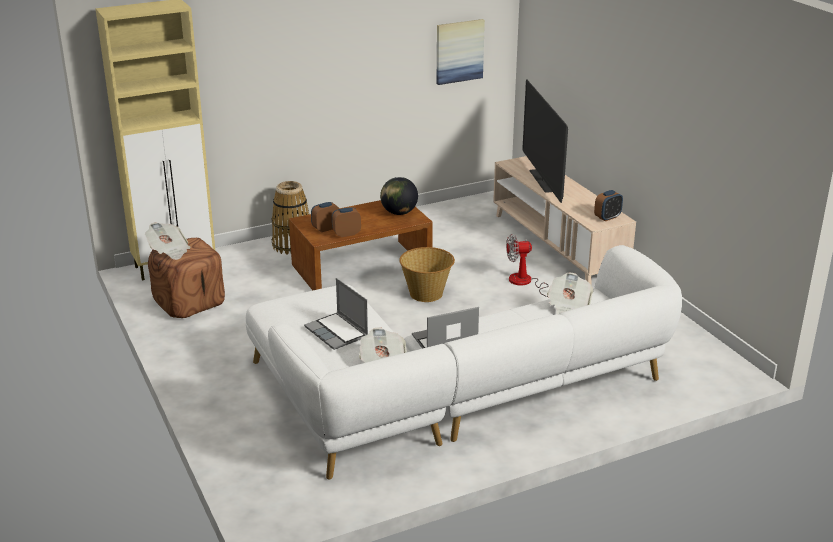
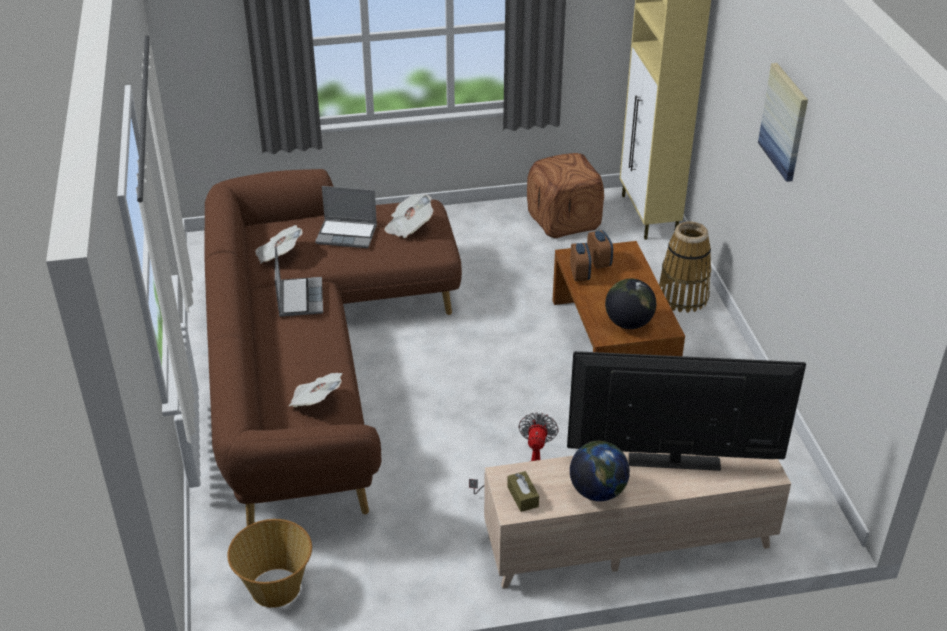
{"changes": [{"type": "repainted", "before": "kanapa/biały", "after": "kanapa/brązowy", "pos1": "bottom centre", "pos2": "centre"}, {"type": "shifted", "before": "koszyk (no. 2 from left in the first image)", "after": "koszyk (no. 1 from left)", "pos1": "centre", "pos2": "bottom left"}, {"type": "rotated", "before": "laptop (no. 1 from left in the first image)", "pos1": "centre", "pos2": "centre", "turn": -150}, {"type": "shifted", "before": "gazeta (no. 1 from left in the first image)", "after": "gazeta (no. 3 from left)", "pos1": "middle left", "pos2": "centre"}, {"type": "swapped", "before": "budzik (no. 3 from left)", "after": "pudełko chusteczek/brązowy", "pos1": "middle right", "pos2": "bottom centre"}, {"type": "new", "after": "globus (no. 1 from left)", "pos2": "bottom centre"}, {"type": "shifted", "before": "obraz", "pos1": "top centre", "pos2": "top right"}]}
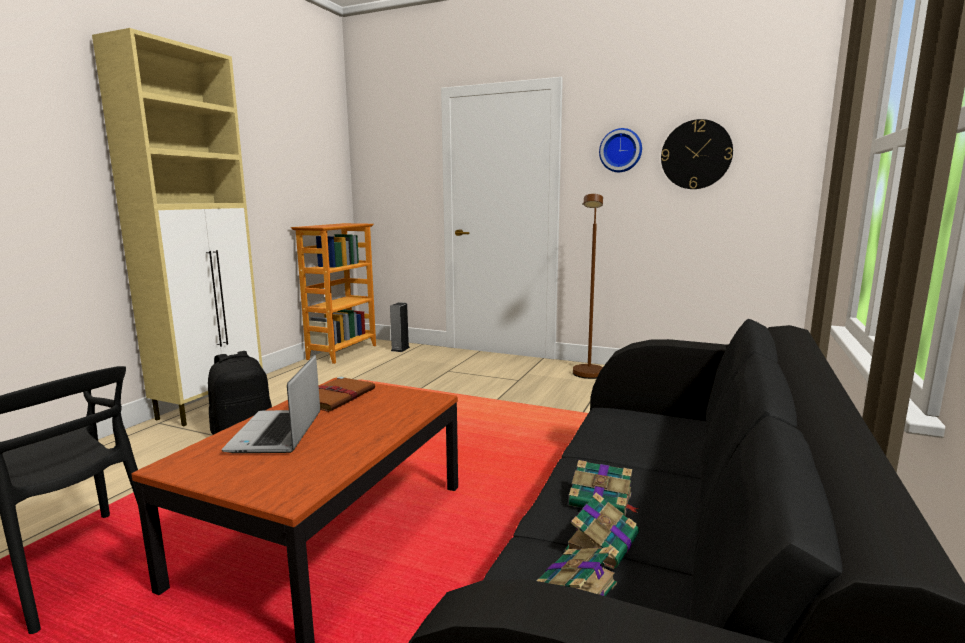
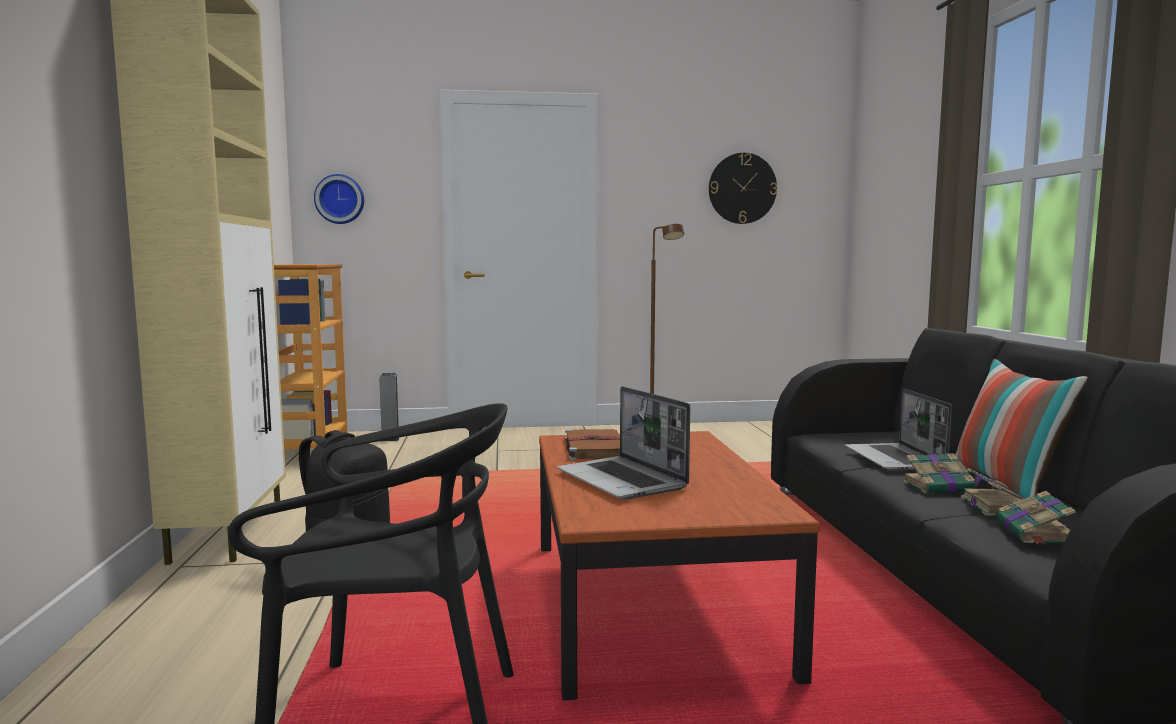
{"changes": [{"type": "shifted", "before": "zegar ścienny (no. 1 from left)", "pos1": "top centre", "pos2": "top left"}, {"type": "new", "after": "laptop (no. 2 from left)", "pos2": "middle right"}, {"type": "new", "after": "poduszka", "pos2": "middle right"}]}
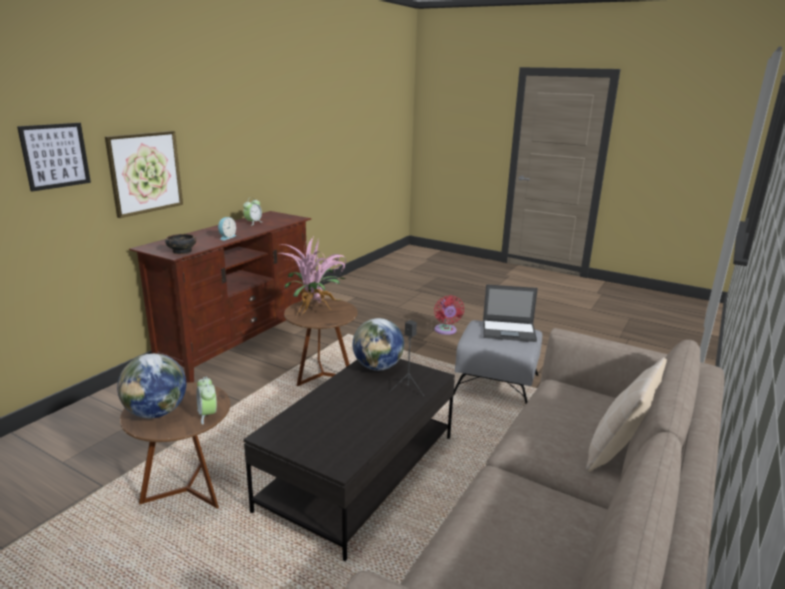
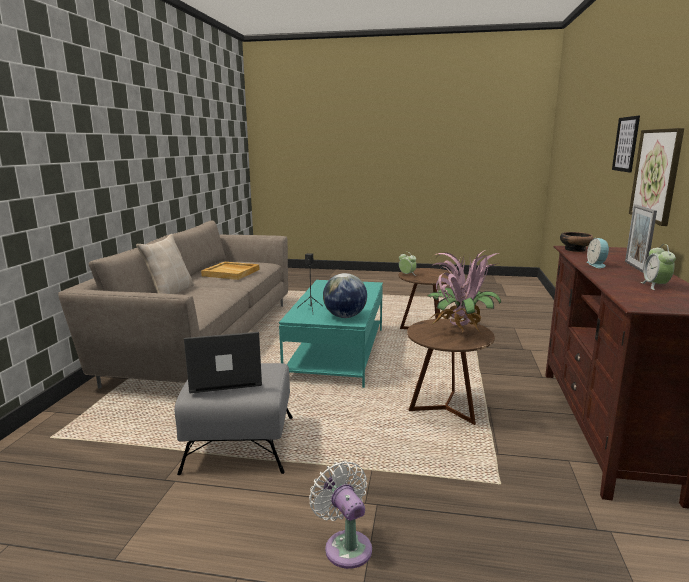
{"changes": [{"type": "new", "after": "taca/beżowy", "pos2": "centre"}, {"type": "repainted", "before": "ława/czarny", "after": "ława/turkusowy", "pos1": "bottom centre", "pos2": "centre"}, {"type": "repainted", "before": "wentylator/czerwony", "after": "wentylator/biały", "pos1": "centre", "pos2": "bottom centre"}, {"type": "new", "after": "ramka na zdjęcie", "pos2": "middle right"}, {"type": "gone", "before": "globus (no. 1 from left)", "pos1": "middle left"}]}
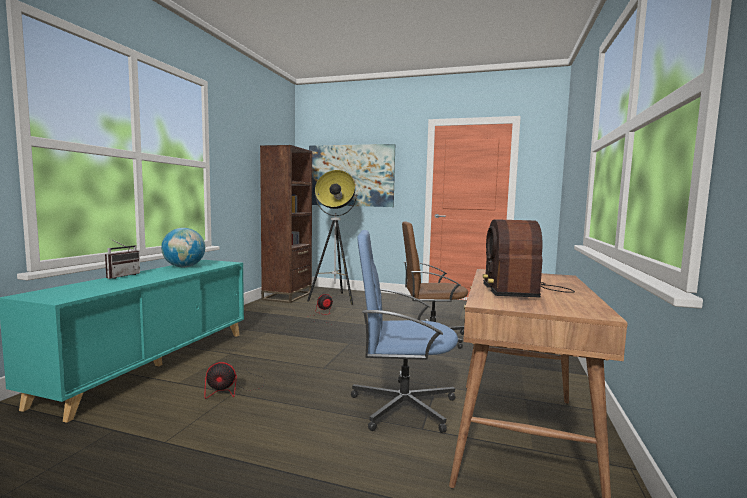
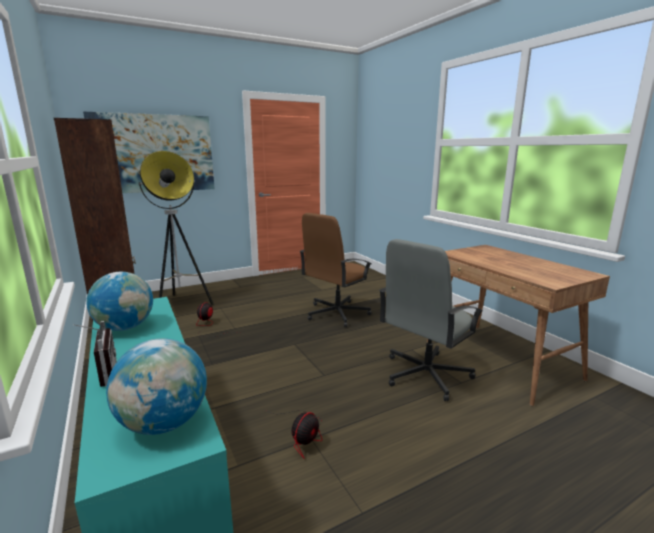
{"changes": [{"type": "new", "after": "globus (no. 2 from left)", "pos2": "bottom left"}, {"type": "repainted", "before": "krzesło biurowe/niebieski", "after": "krzesło biurowe/szary", "pos1": "centre", "pos2": "centre"}, {"type": "gone", "before": "radio (no. 2 from left)", "pos1": "middle right"}]}
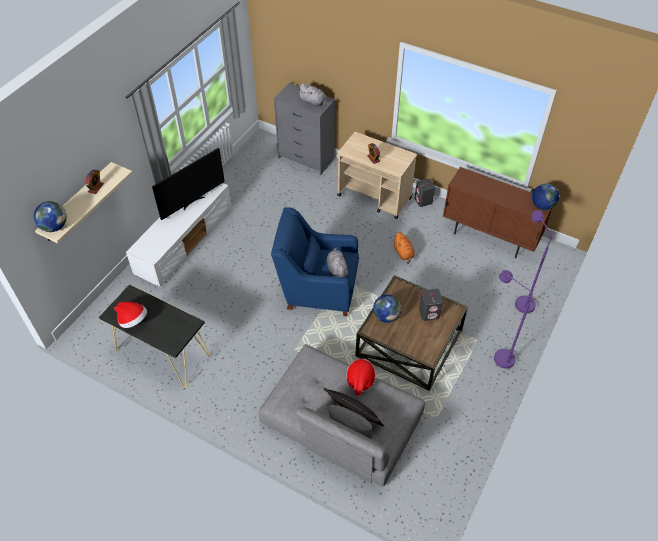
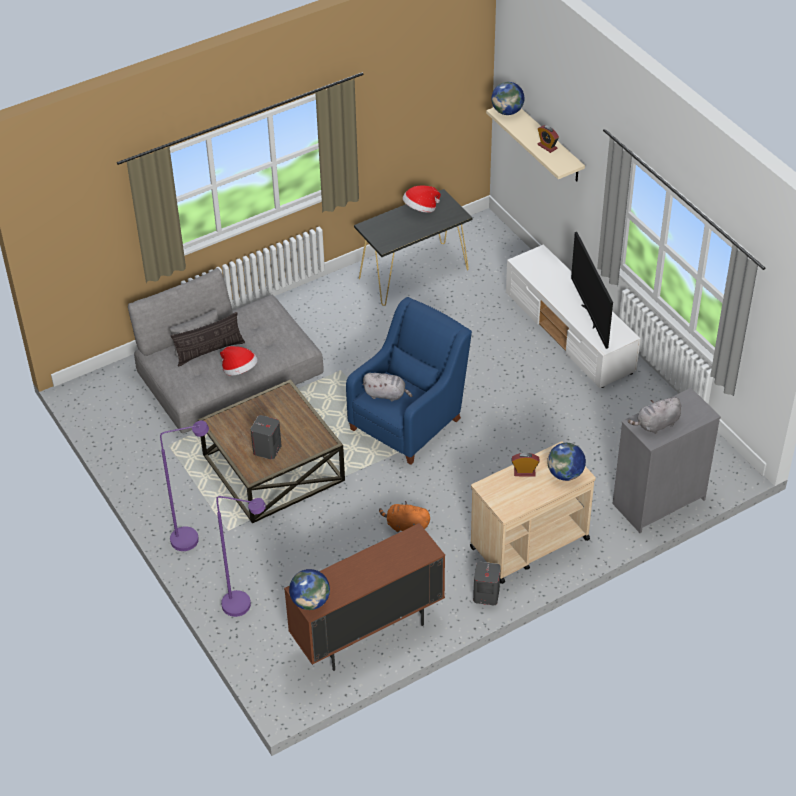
{"changes": [{"type": "shifted", "before": "globus (no. 2 from left in the first image)", "after": "globus (no. 3 from left)", "pos1": "centre", "pos2": "middle right"}]}
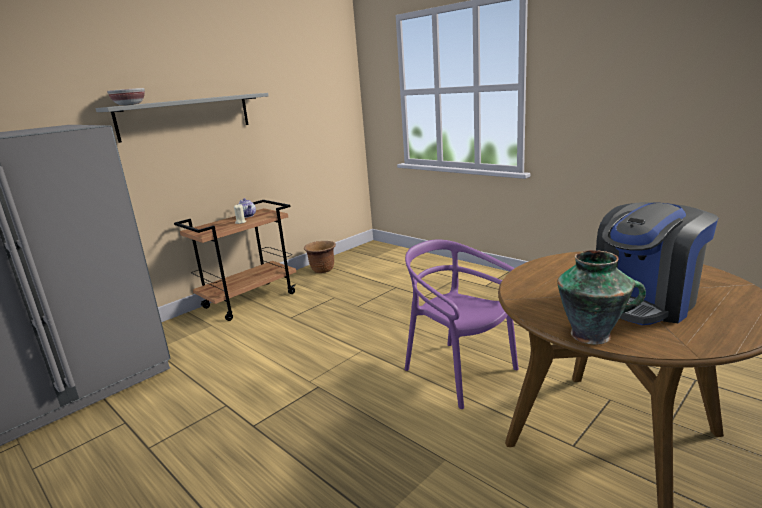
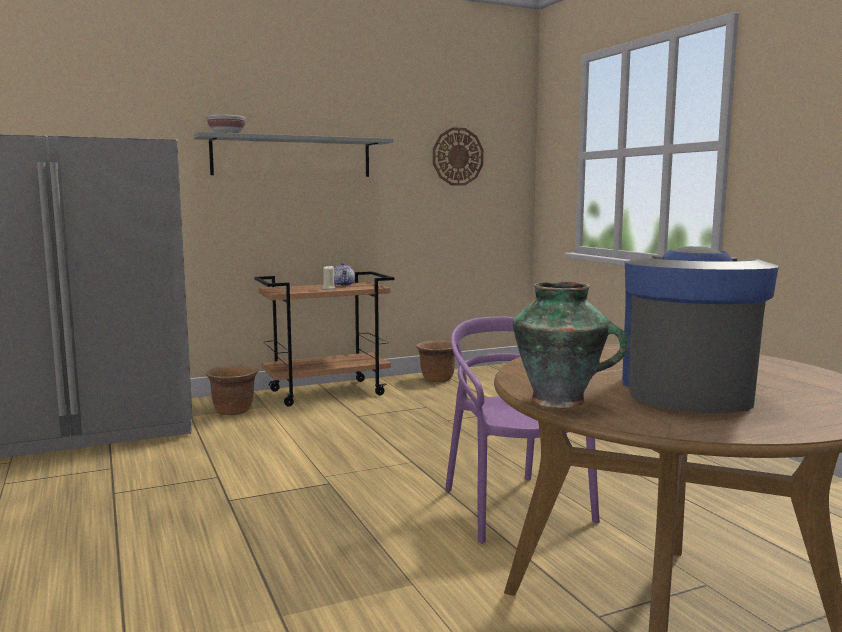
{"changes": [{"type": "new", "after": "donica/brązowy (no. 1 from left)", "pos2": "middle left"}, {"type": "new", "after": "zegar ścienny", "pos2": "top centre"}, {"type": "rotated", "before": "ekspres do kawy", "pos1": "middle right", "pos2": "middle right", "turn": 120}]}
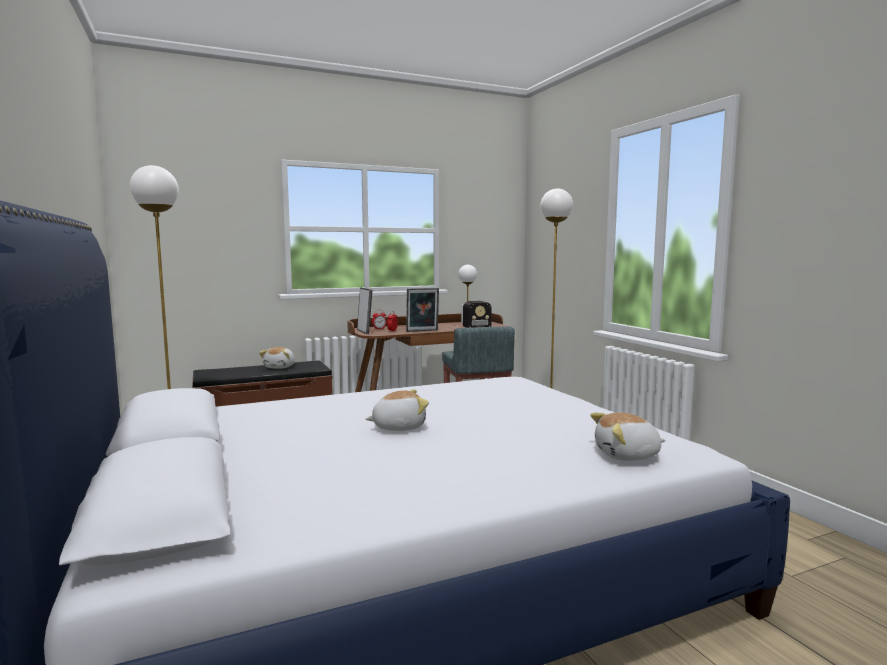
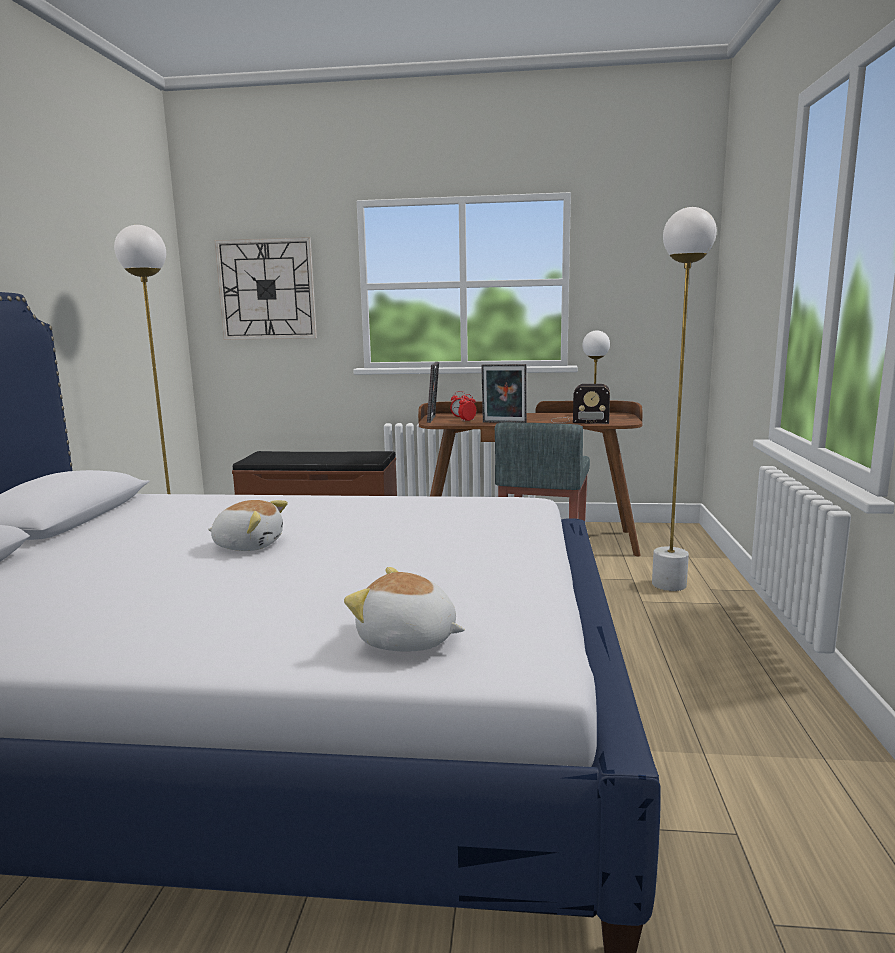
{"changes": [{"type": "new", "after": "zegar ścienny", "pos2": "top left"}, {"type": "gone", "before": "pluszak (no. 1 from left)", "pos1": "middle left"}]}
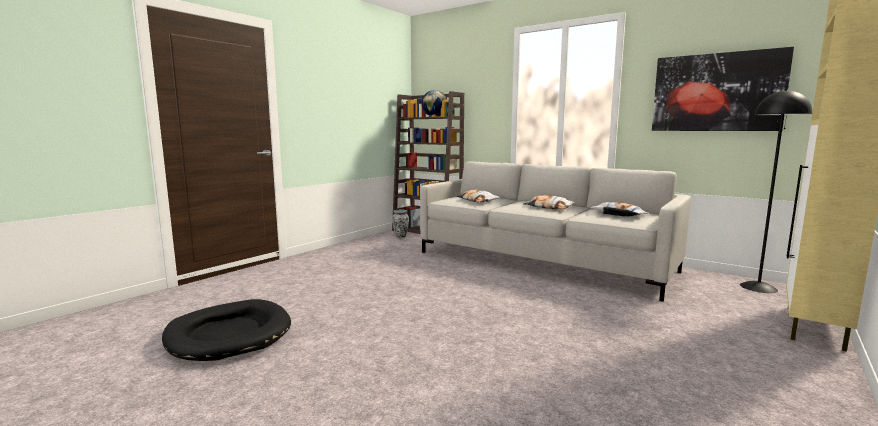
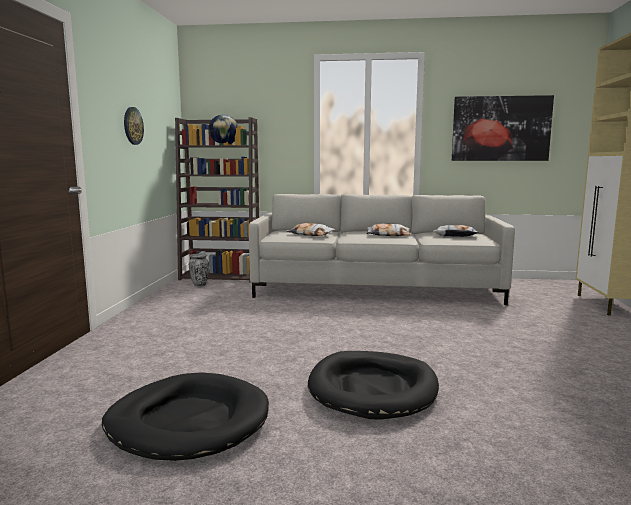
{"changes": [{"type": "new", "after": "zegar ścienny", "pos2": "top left"}, {"type": "new", "after": "legowisko/czarny (no. 2 from left)", "pos2": "bottom centre"}, {"type": "gone", "before": "lampa stojąca/czarny", "pos1": "middle right"}]}
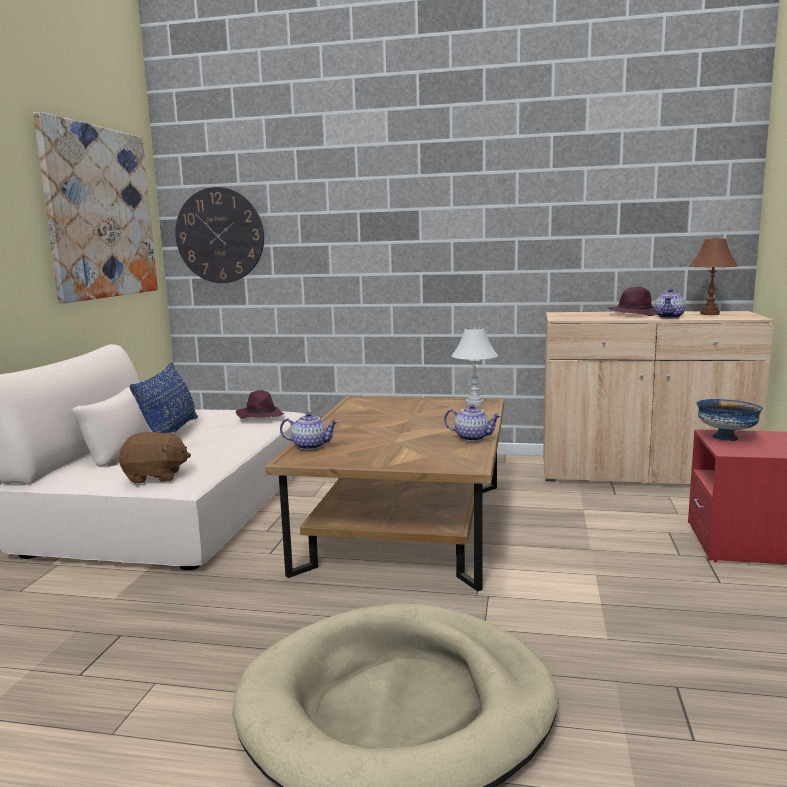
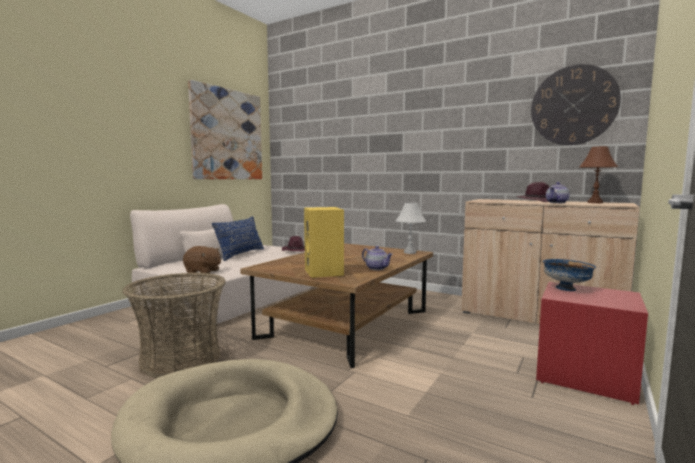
{"changes": [{"type": "new", "after": "koszyk", "pos2": "bottom left"}, {"type": "new", "after": "głośnik/żółty", "pos2": "centre"}, {"type": "shifted", "before": "zegar ścienny", "pos1": "top left", "pos2": "top right"}, {"type": "gone", "before": "imbryk (no. 1 from left)", "pos1": "centre"}]}
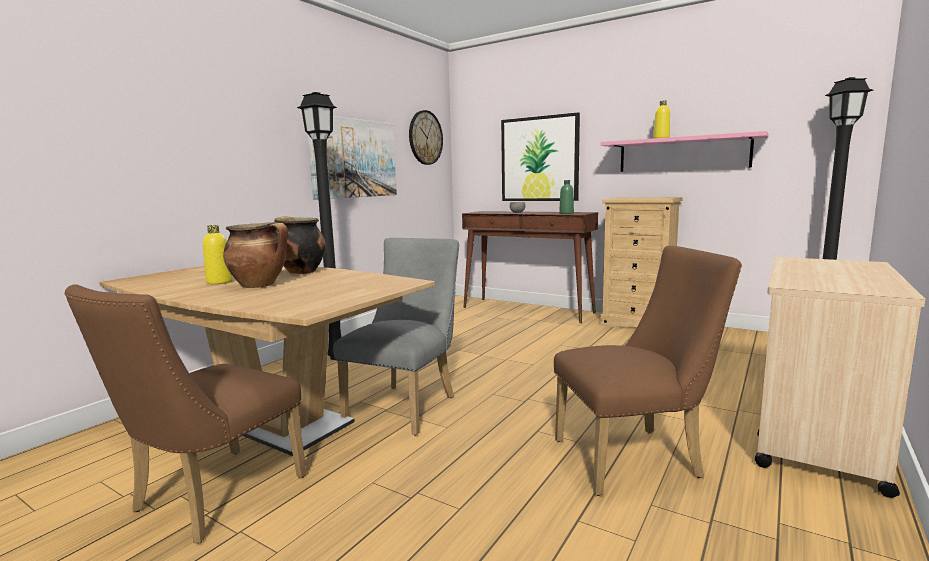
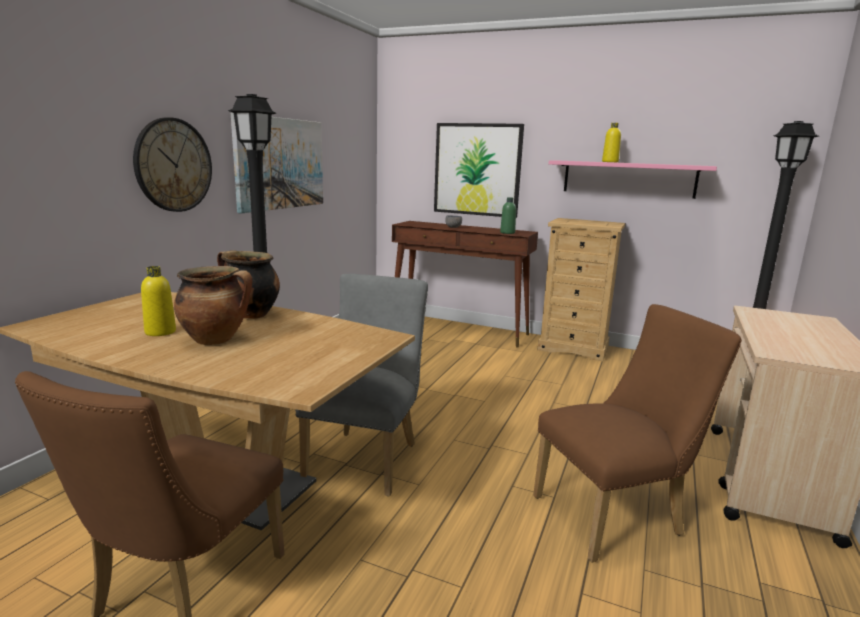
{"changes": [{"type": "shifted", "before": "zegar ścienny", "pos1": "top centre", "pos2": "top left"}]}
